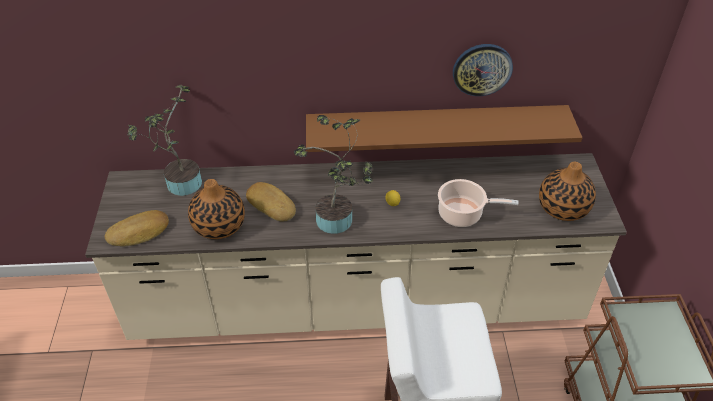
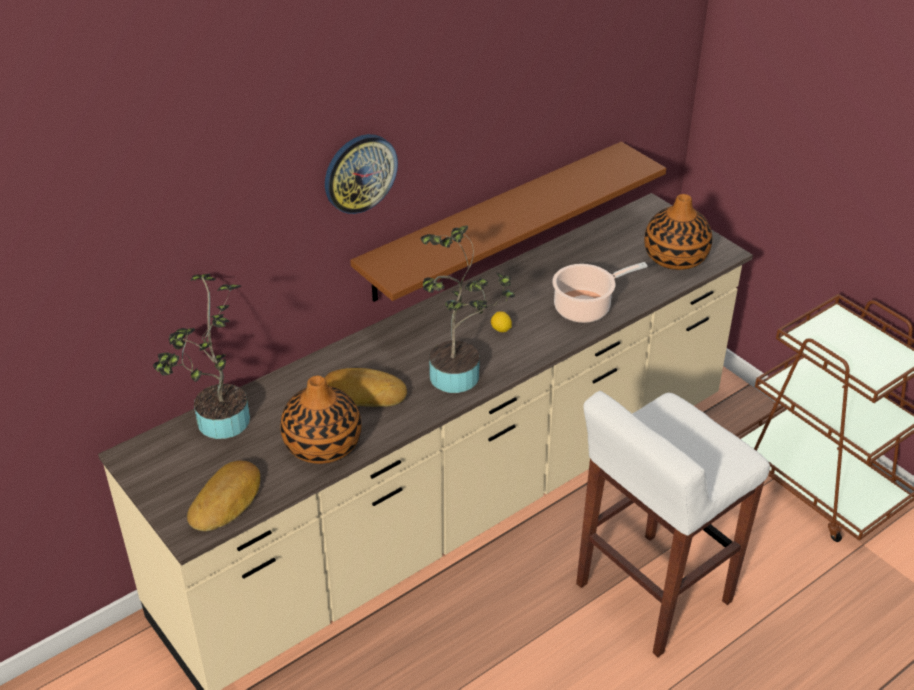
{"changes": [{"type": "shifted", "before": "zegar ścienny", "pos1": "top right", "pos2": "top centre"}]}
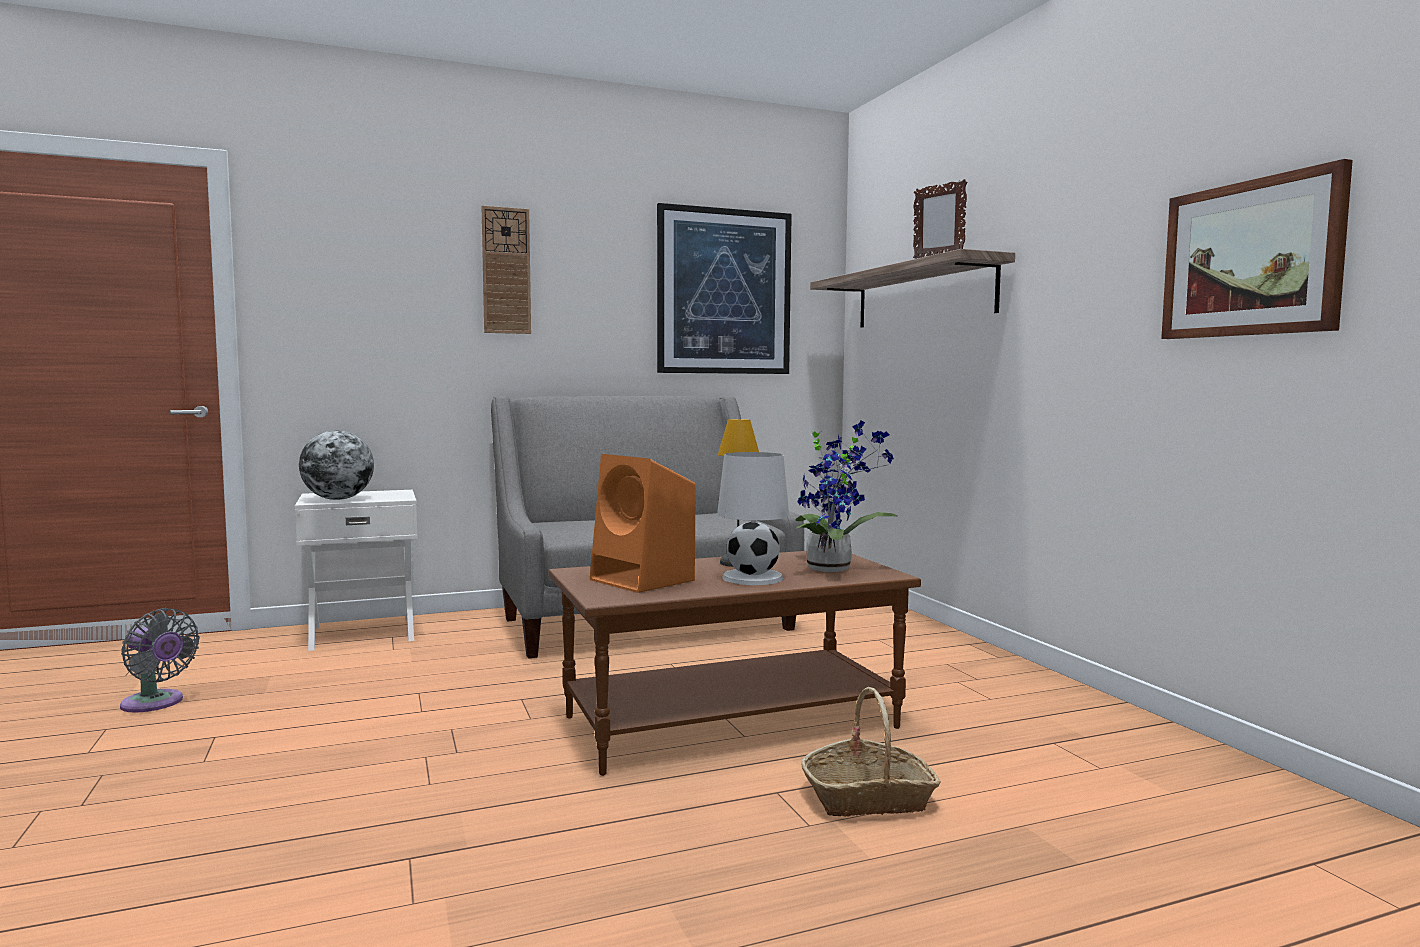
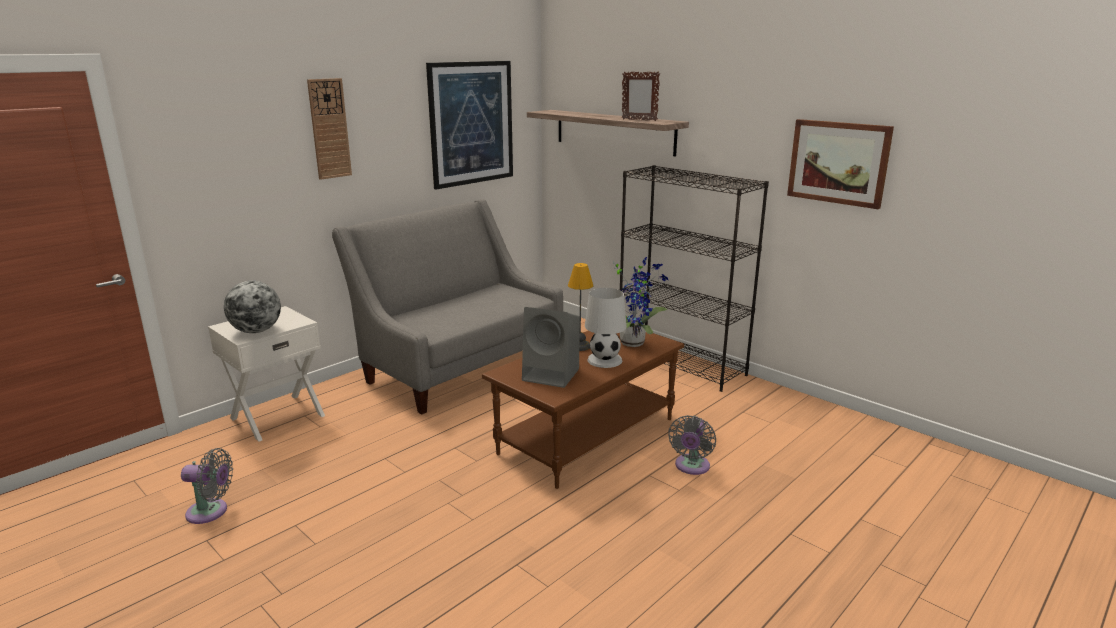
{"changes": [{"type": "repainted", "before": "głośnik/pomarańczowy", "after": "głośnik/szary", "pos1": "centre", "pos2": "centre"}, {"type": "new", "after": "regał/czarny", "pos2": "centre"}, {"type": "swapped", "before": "koszyk", "after": "wentylator/szary (no. 2 from left)", "pos1": "bottom centre", "pos2": "bottom centre"}]}
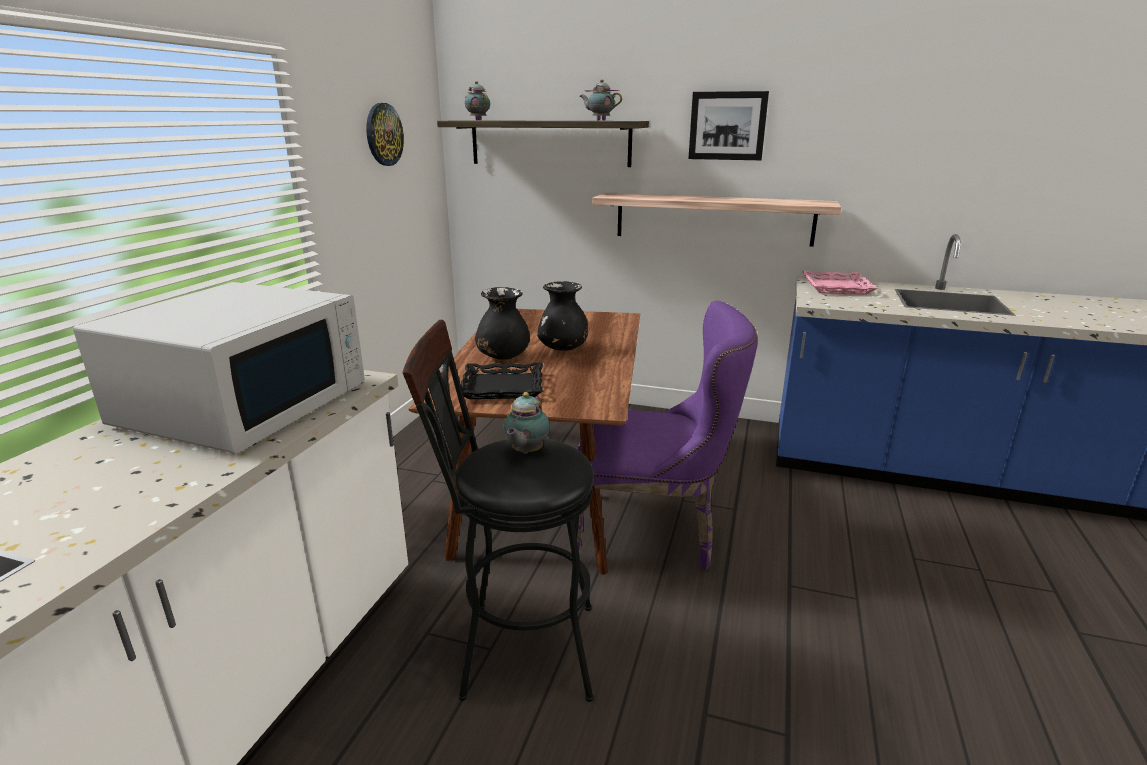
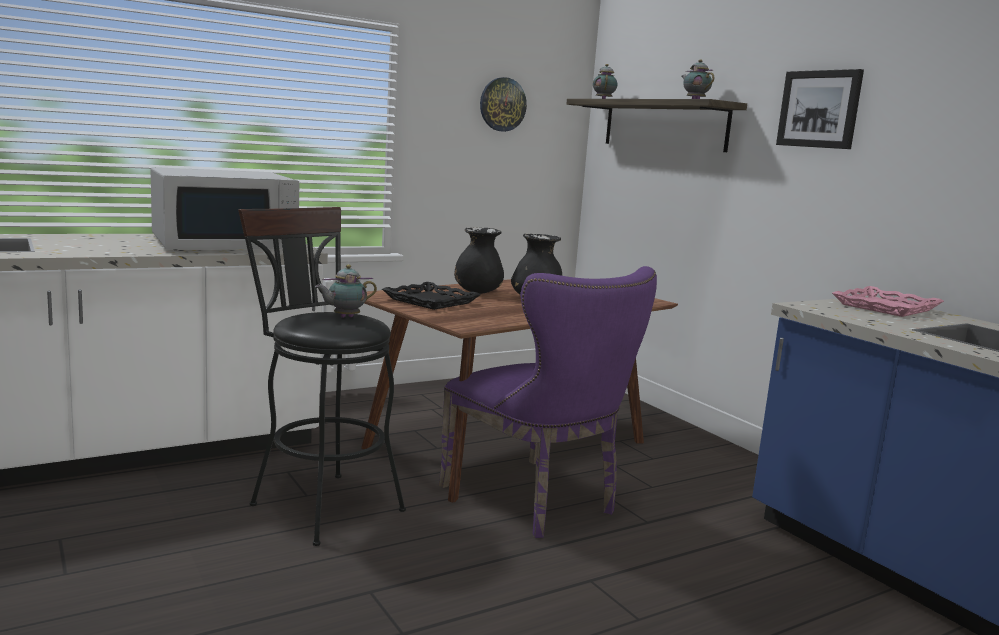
{"changes": [{"type": "gone", "before": "półka (no. 2 from left)", "pos1": "top centre"}]}
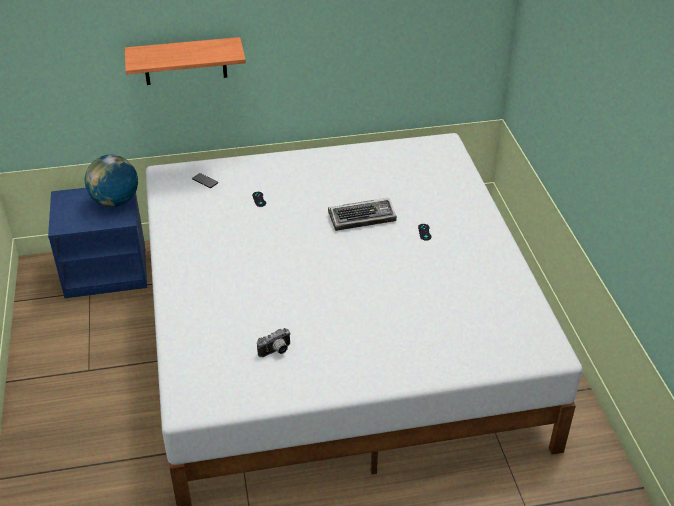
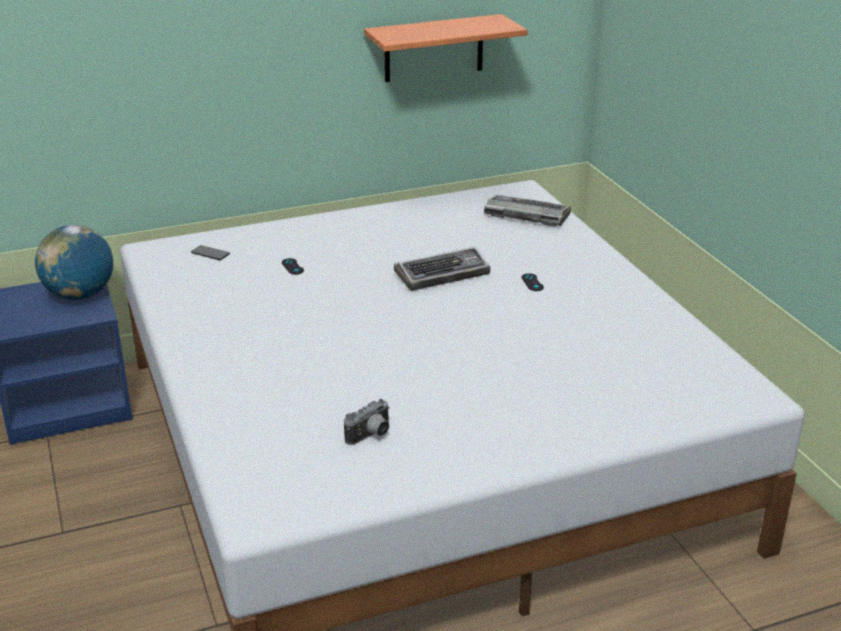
{"changes": [{"type": "shifted", "before": "półka", "pos1": "top left", "pos2": "top centre"}, {"type": "new", "after": "klawiatura (no. 2 from left)", "pos2": "top centre"}]}
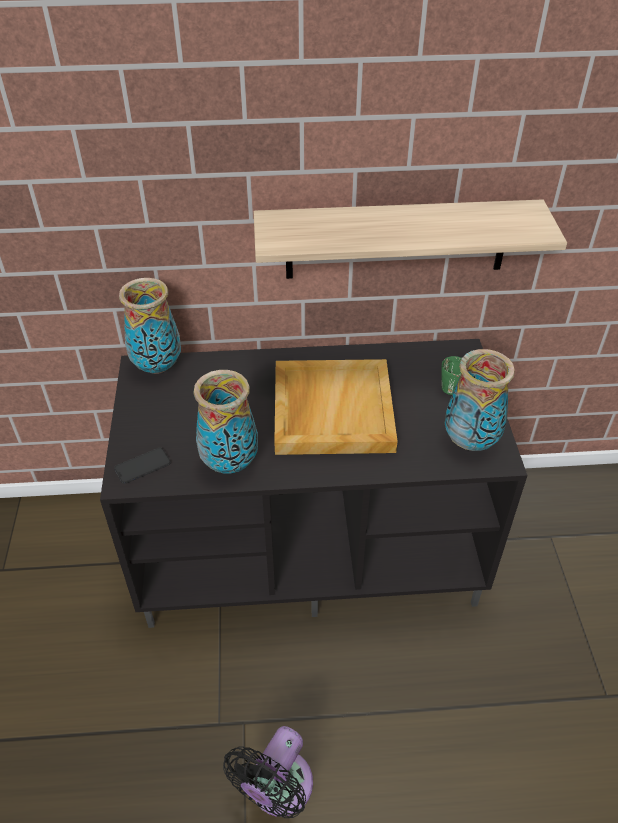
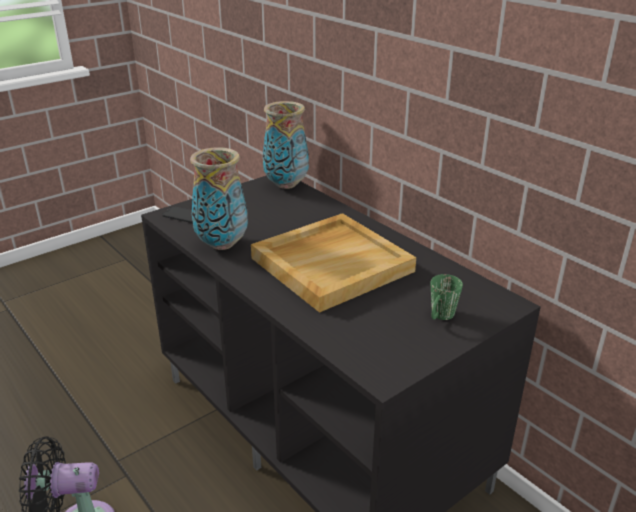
{"changes": [{"type": "gone", "before": "półka", "pos1": "top centre"}, {"type": "gone", "before": "wazon (no. 3 from left)", "pos1": "middle right"}]}
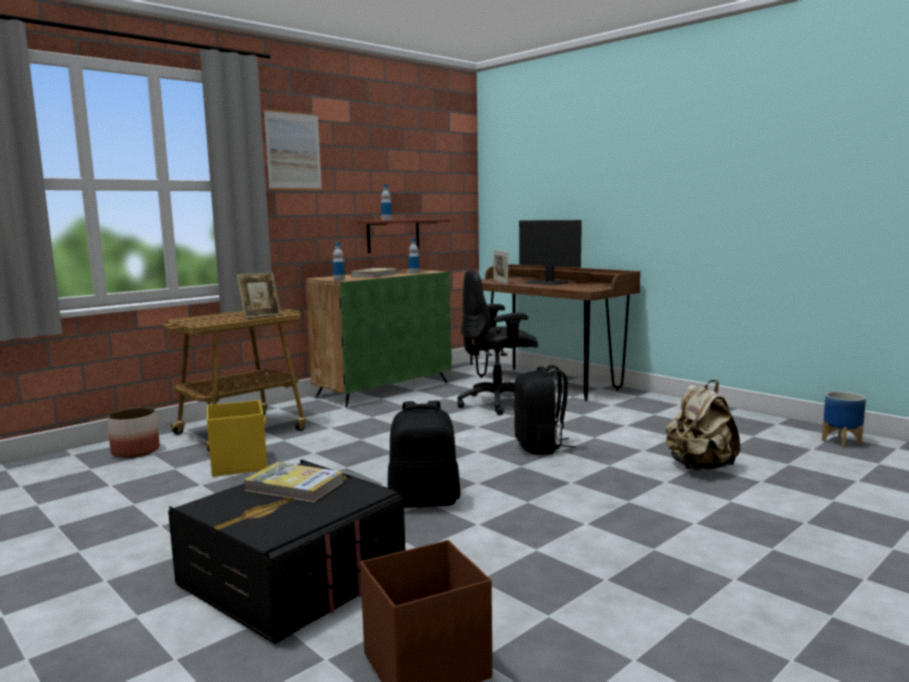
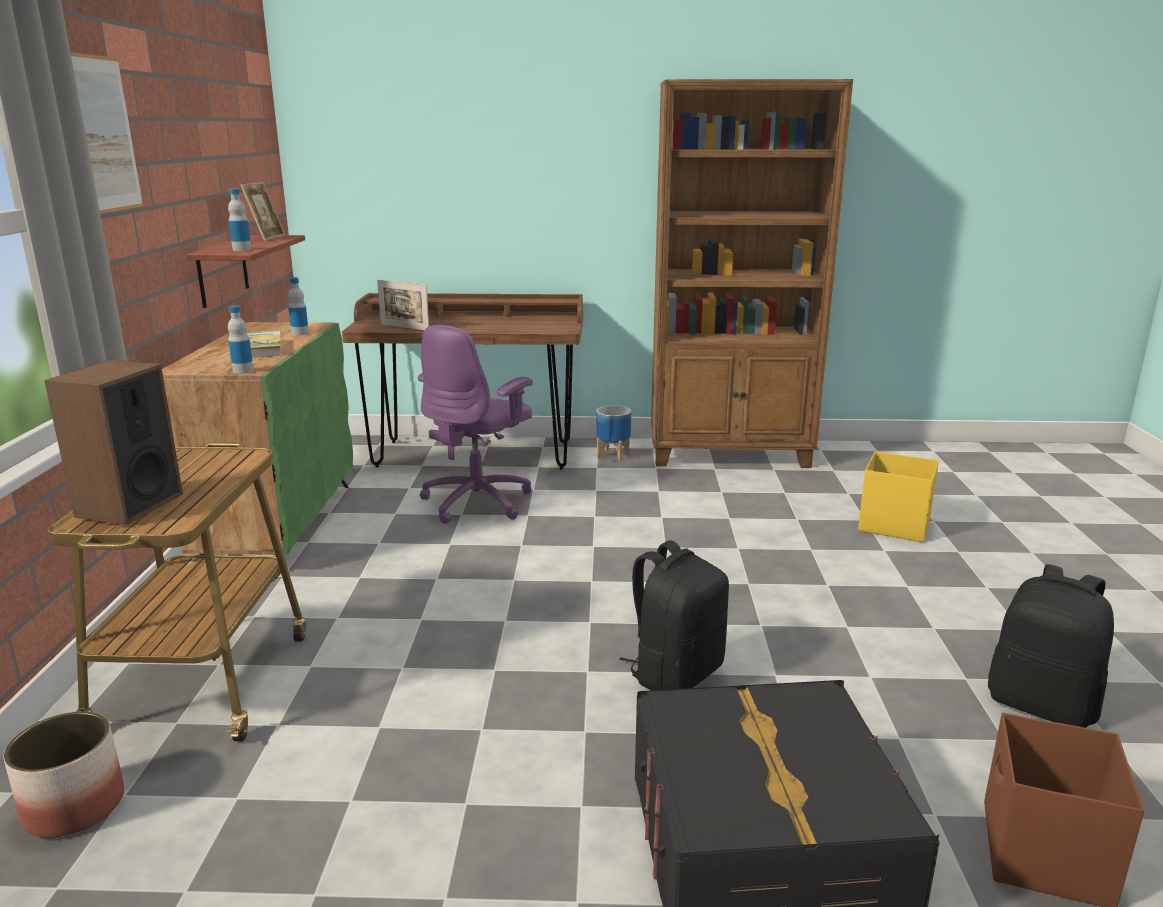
{"changes": [{"type": "new", "after": "głośnik", "pos2": "middle left"}, {"type": "shifted", "before": "ramka na zdjęcie (no. 1 from left)", "pos1": "middle left", "pos2": "top left"}, {"type": "repainted", "before": "krzesło biurowe/czarny", "after": "krzesło biurowe/fioletowy", "pos1": "centre", "pos2": "centre"}, {"type": "shifted", "before": "donica (no. 2 from left)", "pos1": "middle right", "pos2": "centre"}, {"type": "new", "after": "regał/brązowy", "pos2": "top centre"}, {"type": "shifted", "before": "pojemnik do przechowywania/żółty", "pos1": "middle left", "pos2": "middle right"}, {"type": "shifted", "before": "plecak/czarny (no. 2 from left)", "pos1": "centre", "pos2": "bottom right"}, {"type": "gone", "before": "książka (no. 1 from left)", "pos1": "bottom left"}, {"type": "gone", "before": "monitor", "pos1": "centre"}, {"type": "gone", "before": "plecak/beżowy", "pos1": "middle right"}]}
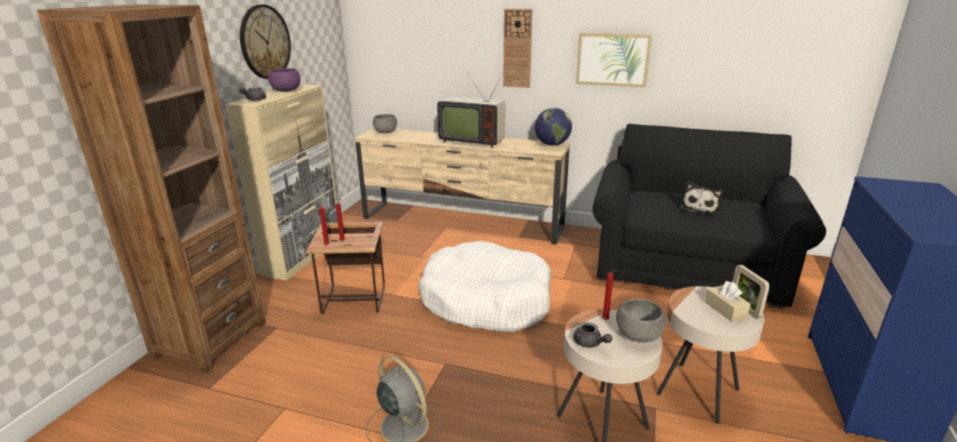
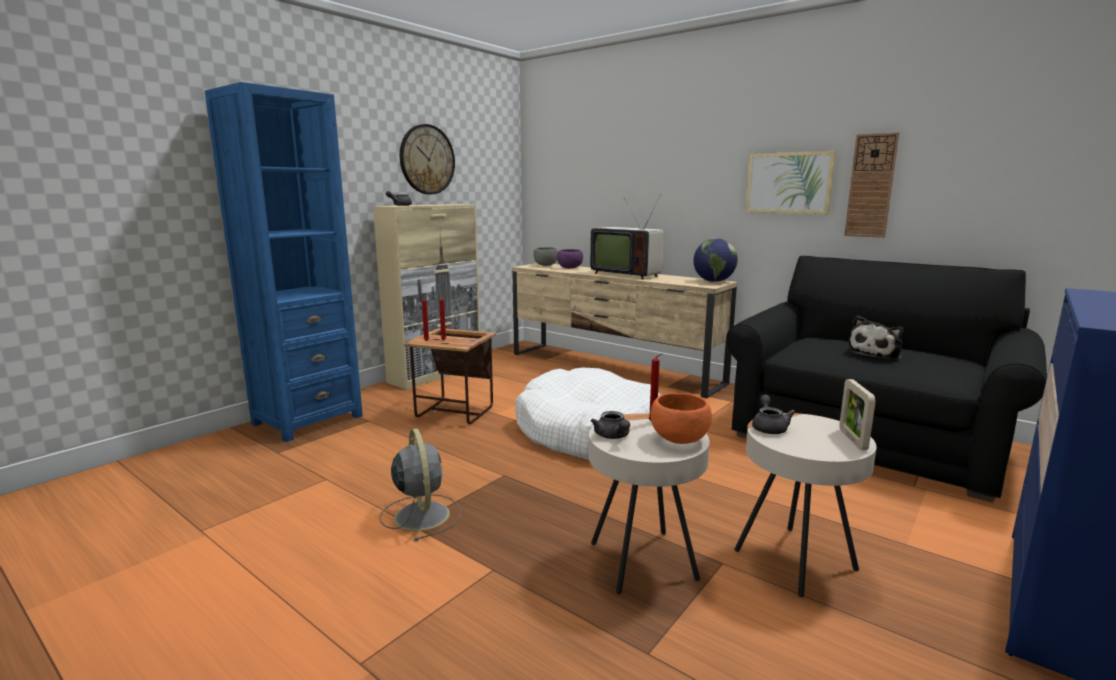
{"changes": [{"type": "repainted", "before": "regał/brązowy", "after": "regał/niebieski", "pos1": "middle left", "pos2": "middle left"}, {"type": "shifted", "before": "miska/fioletowy", "pos1": "top left", "pos2": "centre"}, {"type": "repainted", "before": "miska/szary (no. 2 from left)", "after": "miska/pomarańczowy", "pos1": "bottom right", "pos2": "centre"}, {"type": "new", "after": "imbryk/szary (no. 3 from left)", "pos2": "middle right"}, {"type": "shifted", "before": "zegar ścienny (no. 2 from left)", "pos1": "top centre", "pos2": "top right"}, {"type": "gone", "before": "pudełko chusteczek/beżowy", "pos1": "bottom right"}]}
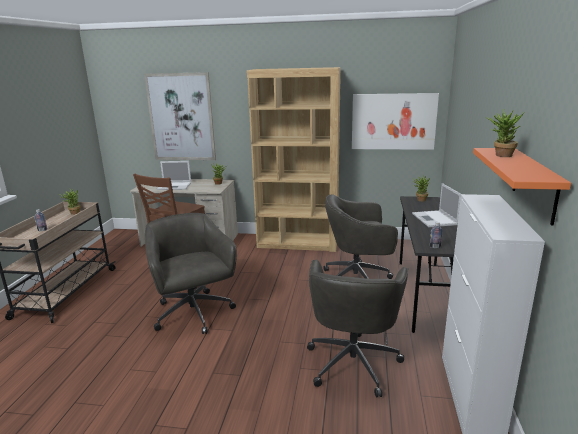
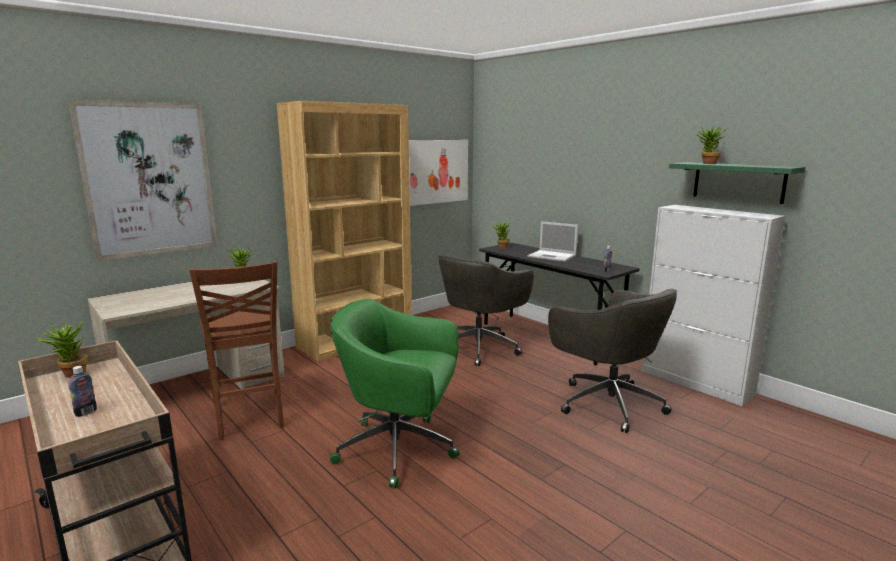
{"changes": [{"type": "repainted", "before": "krzesło biurowe/szary (no. 1 from left)", "after": "krzesło biurowe/zielony", "pos1": "middle left", "pos2": "bottom centre"}, {"type": "repainted", "before": "półka/pomarańczowy", "after": "półka/zielony", "pos1": "middle right", "pos2": "top right"}, {"type": "gone", "before": "laptop (no. 1 from left)", "pos1": "middle left"}]}
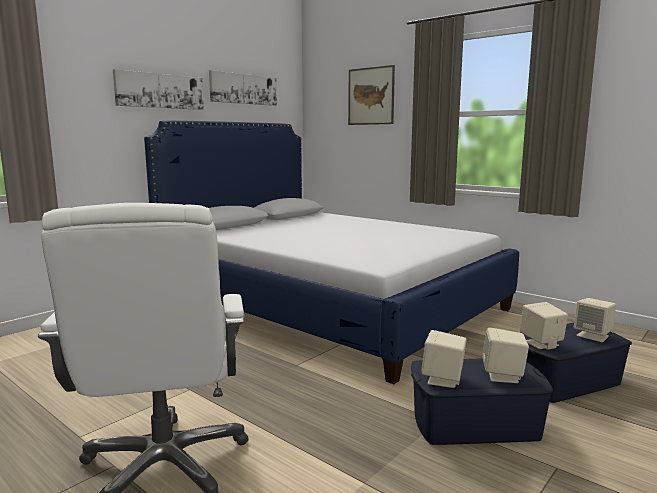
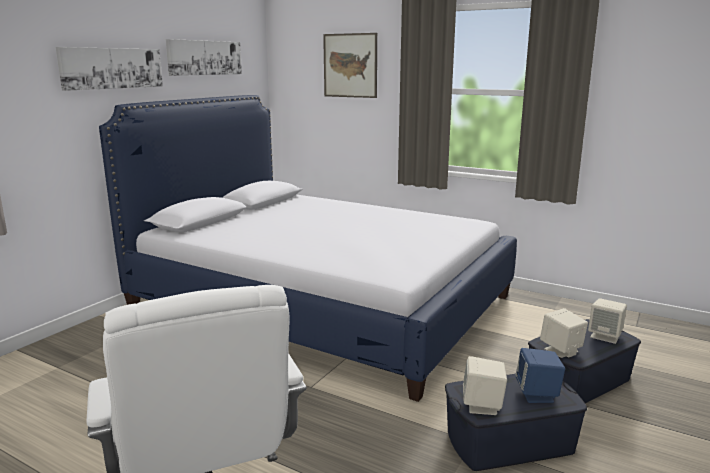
{"changes": [{"type": "repainted", "before": "głośnik/beżowy (no. 2 from left)", "after": "głośnik/niebieski", "pos1": "bottom right", "pos2": "bottom right"}]}
